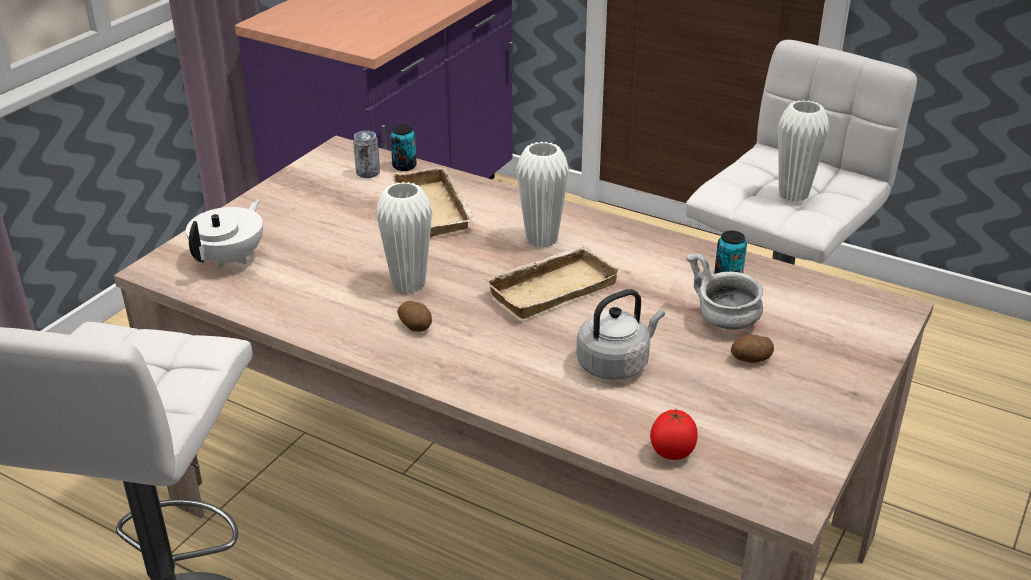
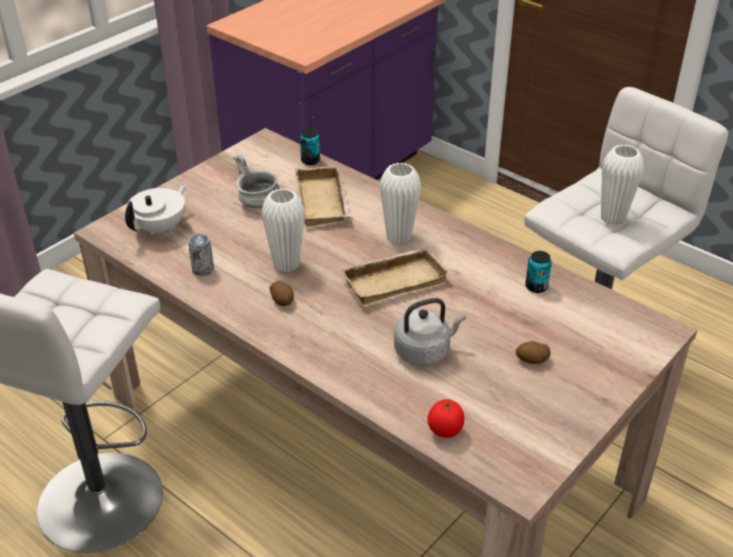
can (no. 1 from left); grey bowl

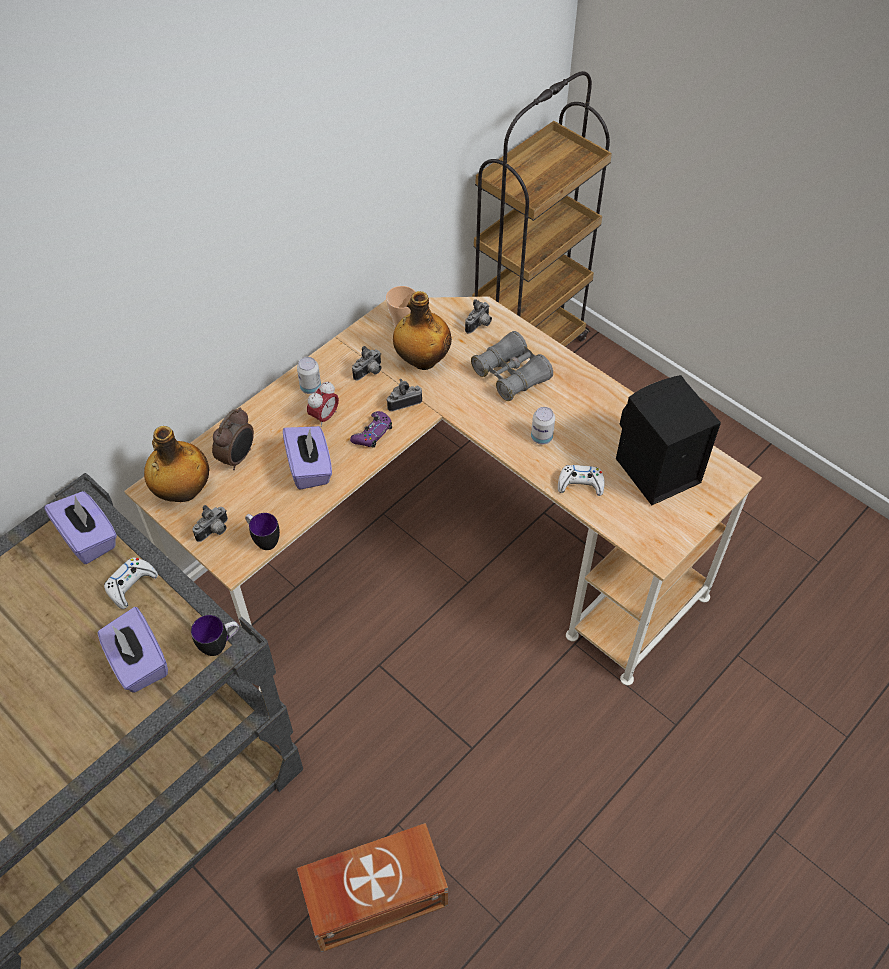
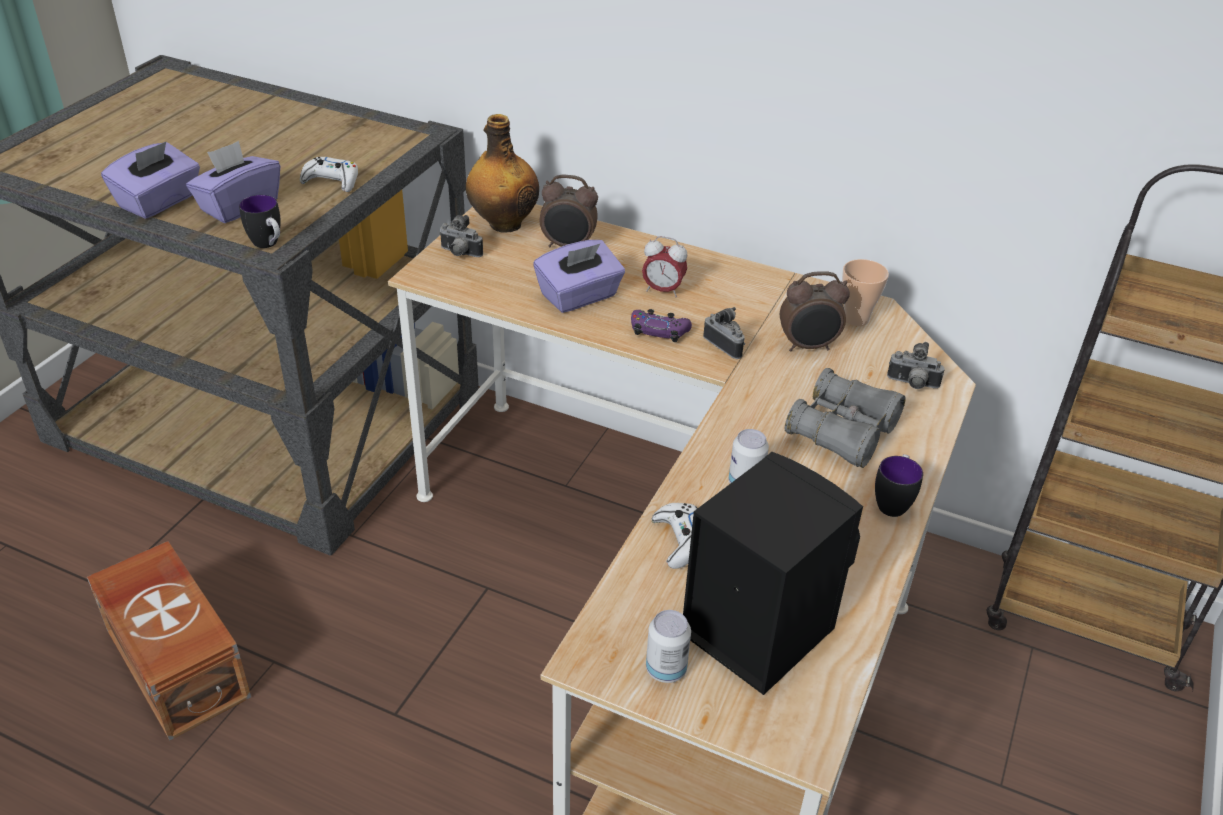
purple tissue box (no. 1 from left); mug (no. 2 from left); can (no. 1 from left); photo camera (no. 2 from left in the first image); alarm clock (no. 3 from left)

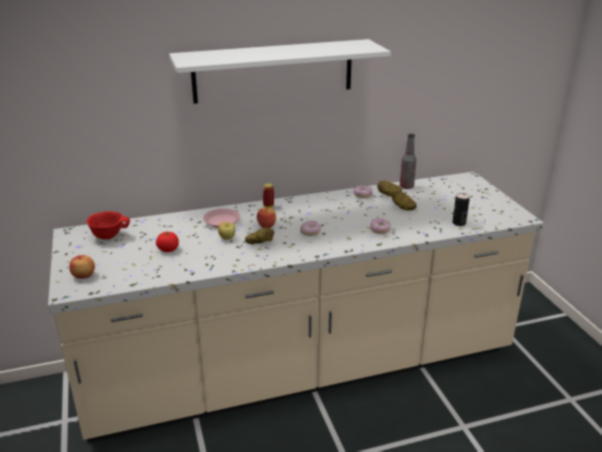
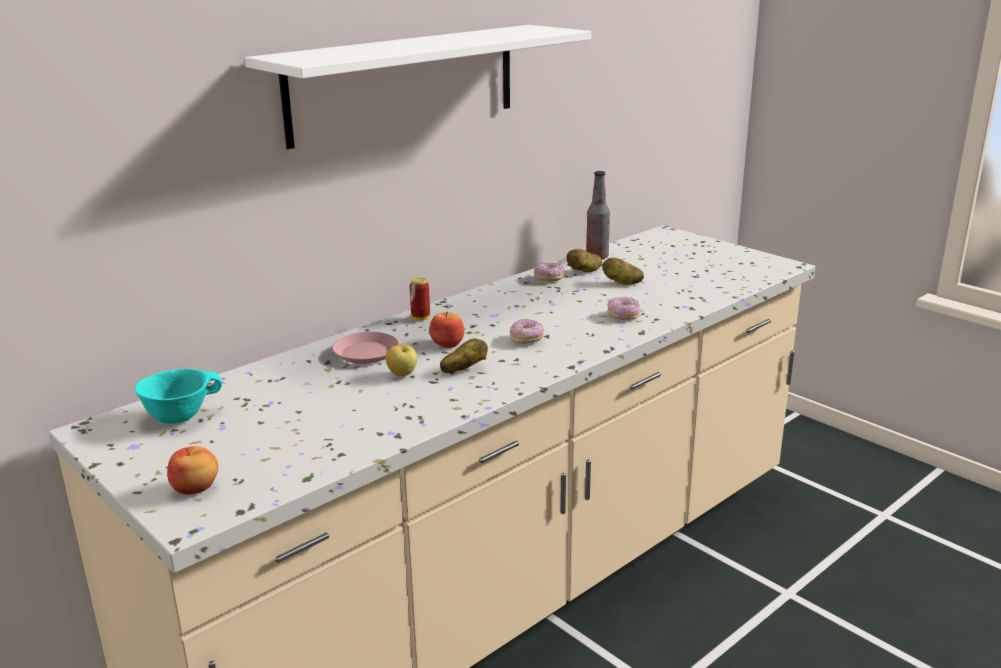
turquoise bowl; tomato; can (no. 2 from left in the first image)

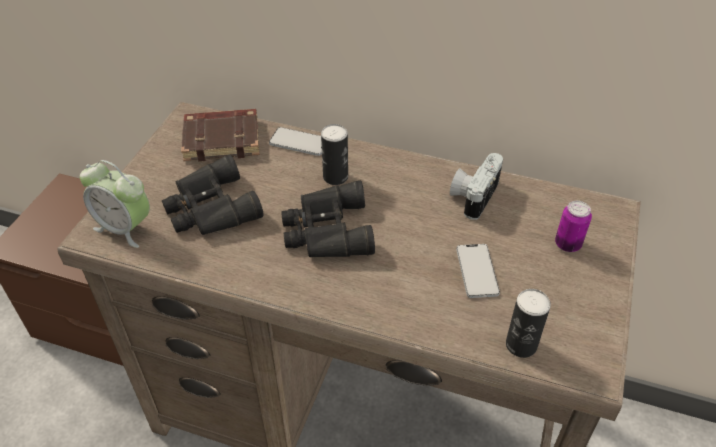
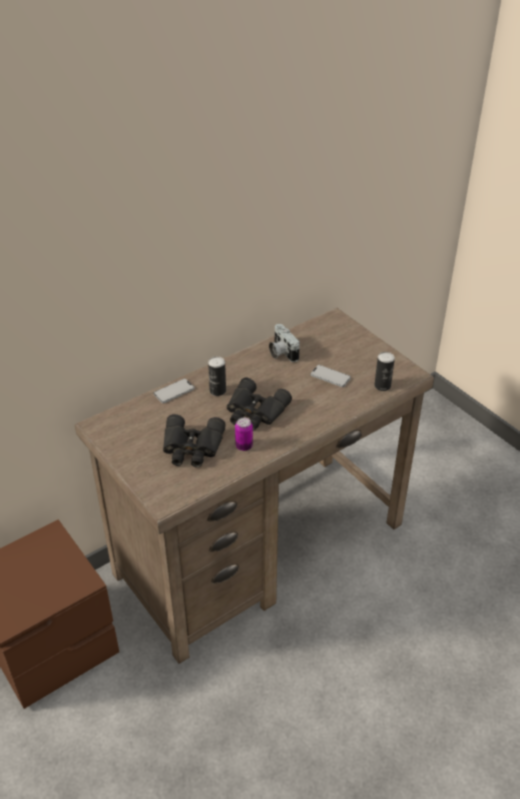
alarm clock; brown book; can (no. 2 from left)

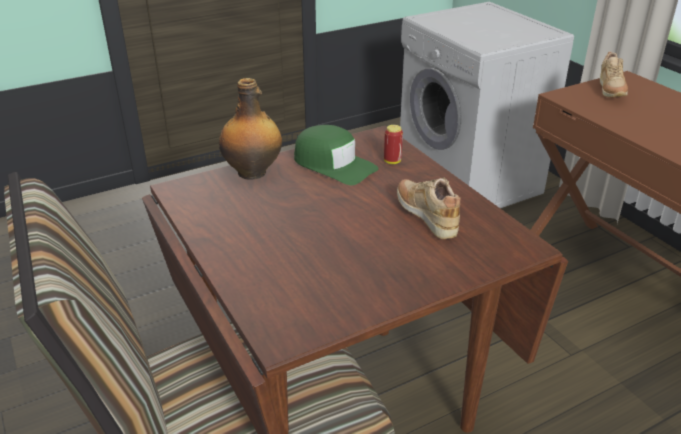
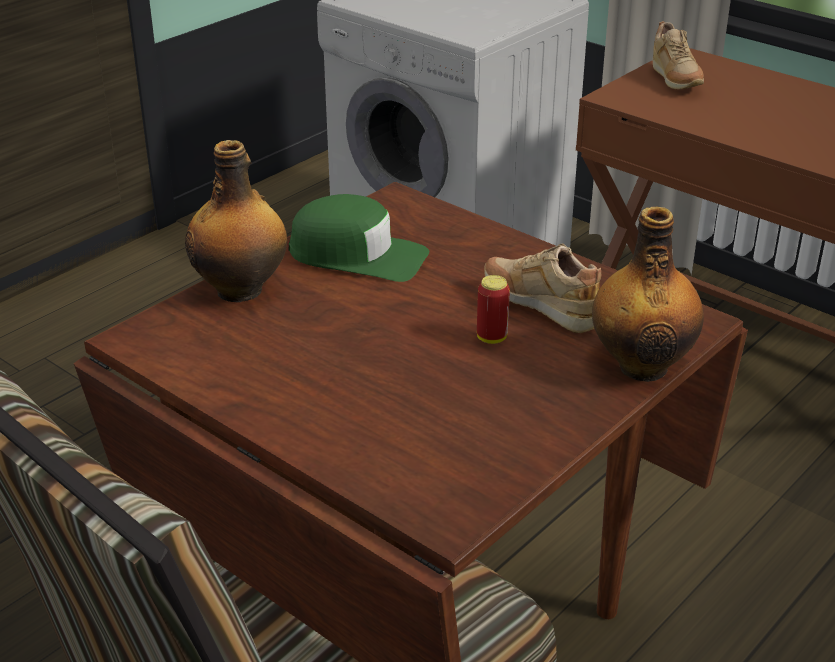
can; bottle (no. 2 from left)

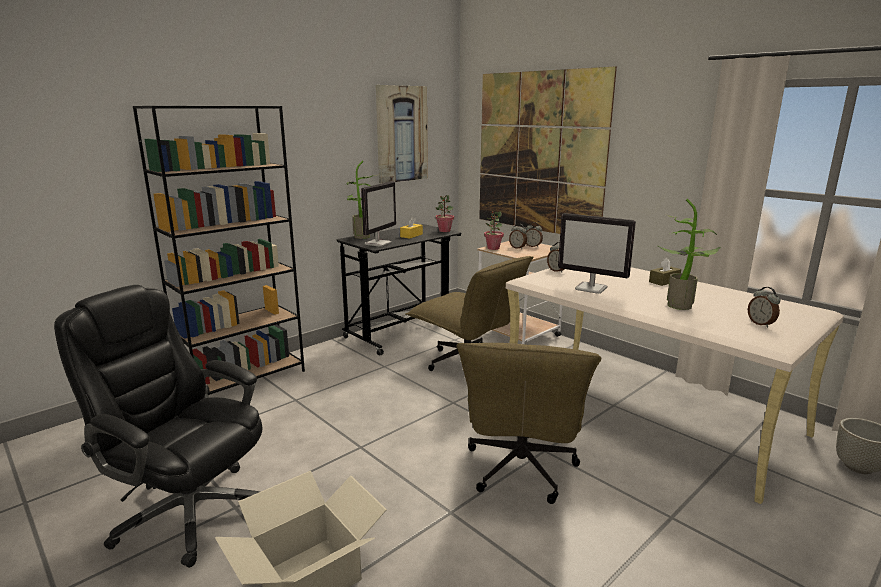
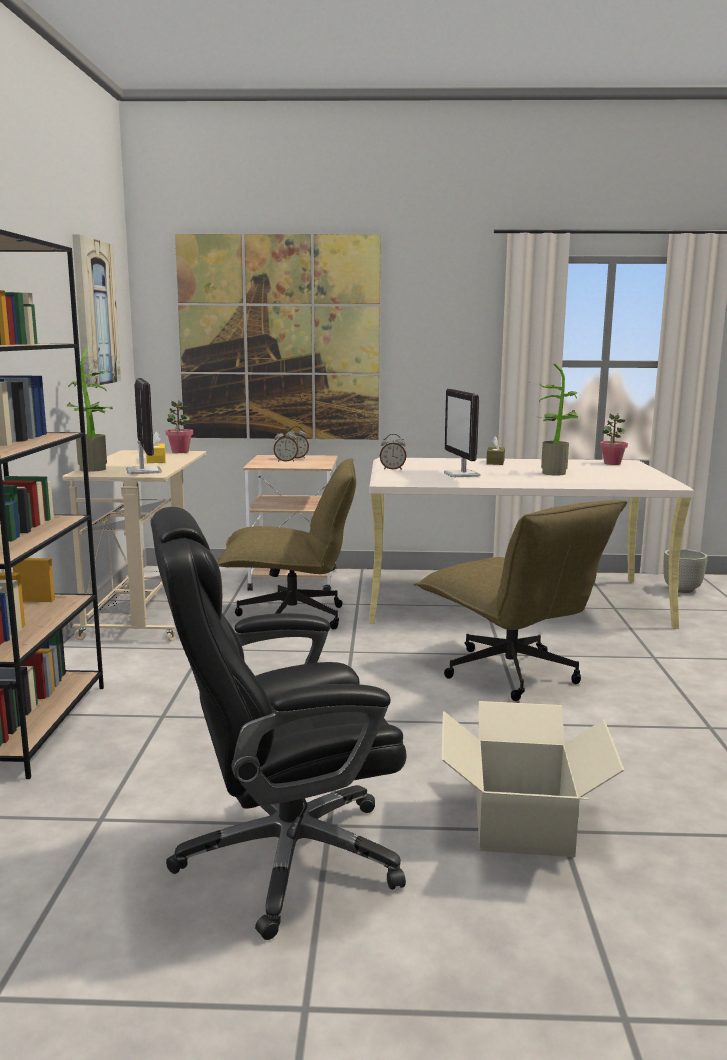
beige desk (no. 1 from left); potted plant (no. 4 from left); monitor (no. 2 from left); alarm clock (no. 4 from left in the first image)

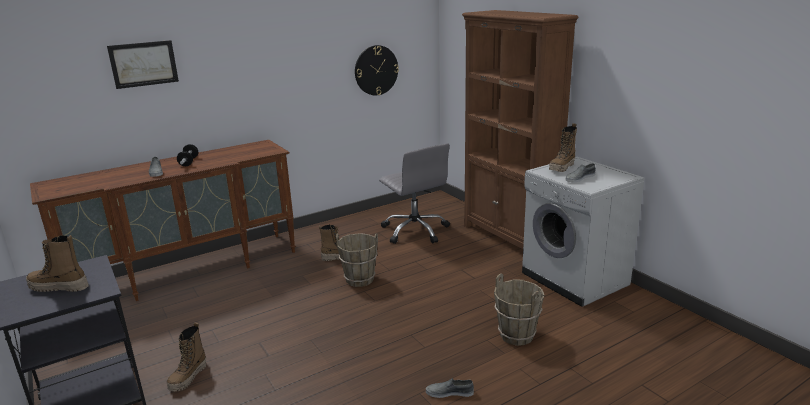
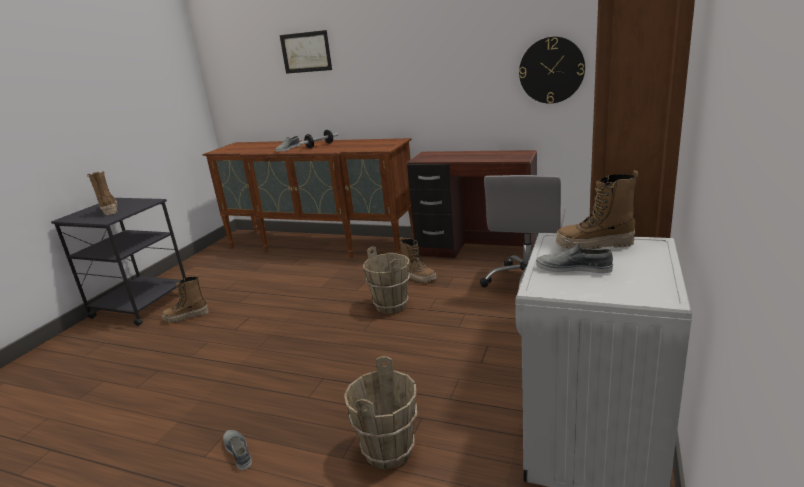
brown desk

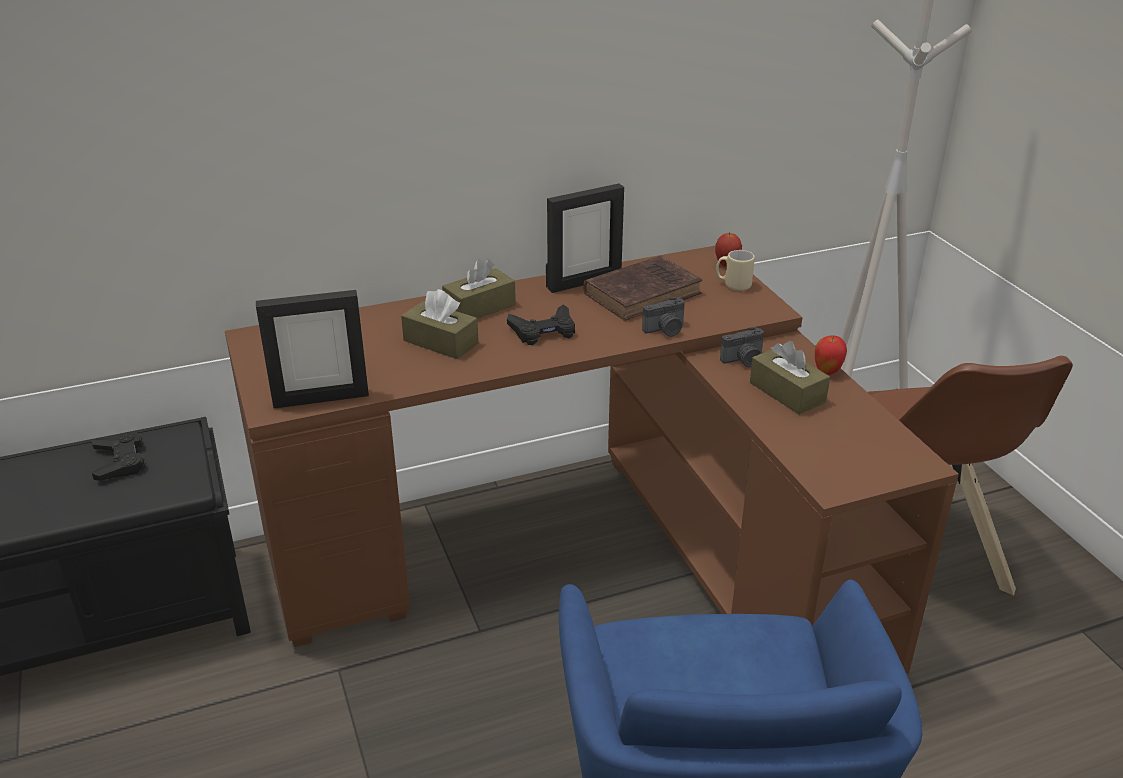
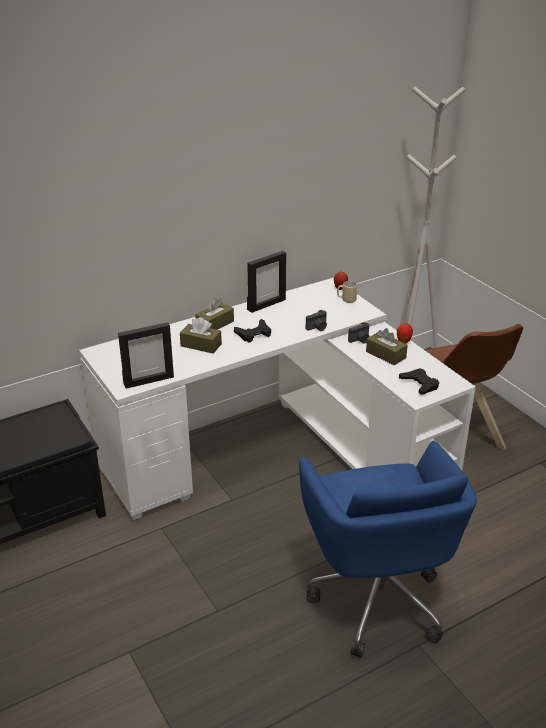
black game controller (no. 2 from left); white desk; brown book

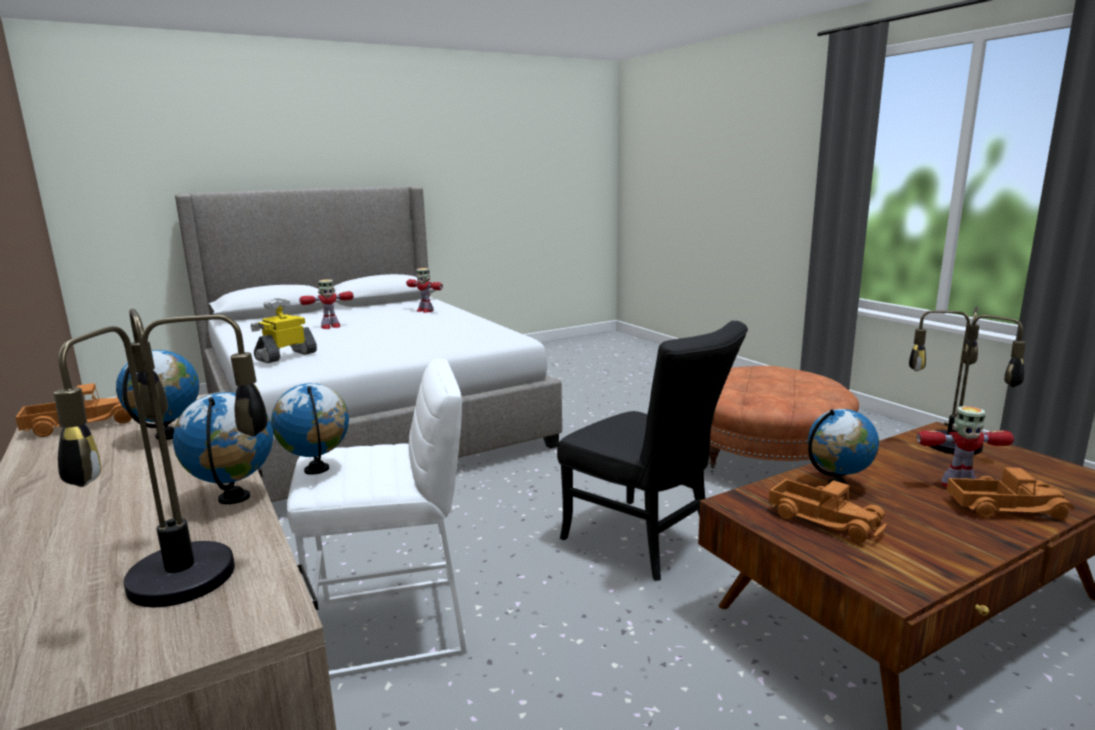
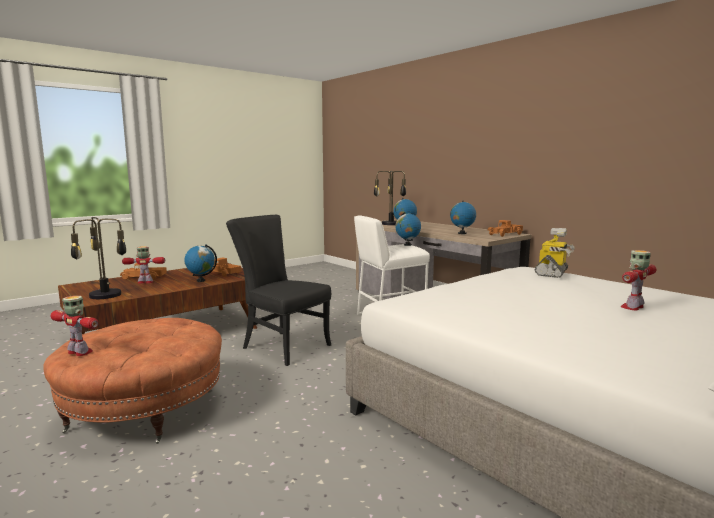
toy robot (no. 1 from left)

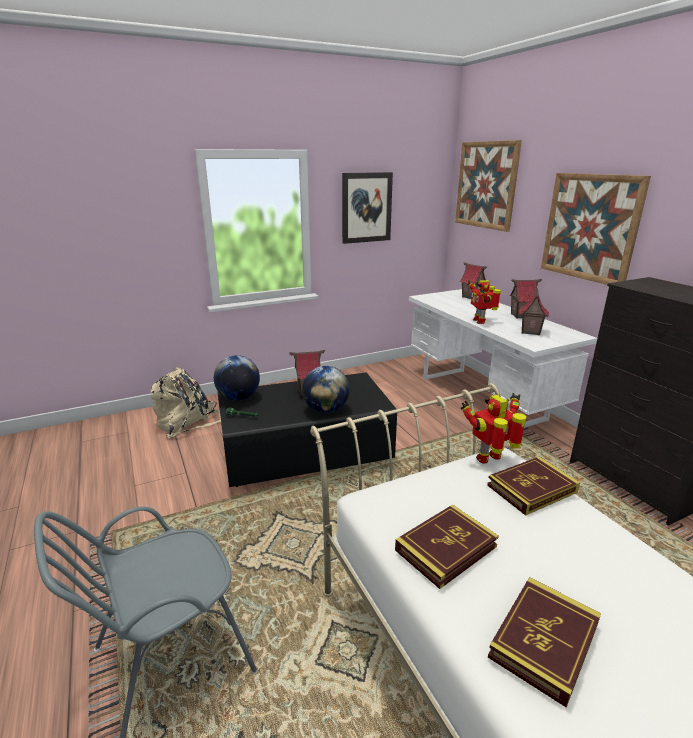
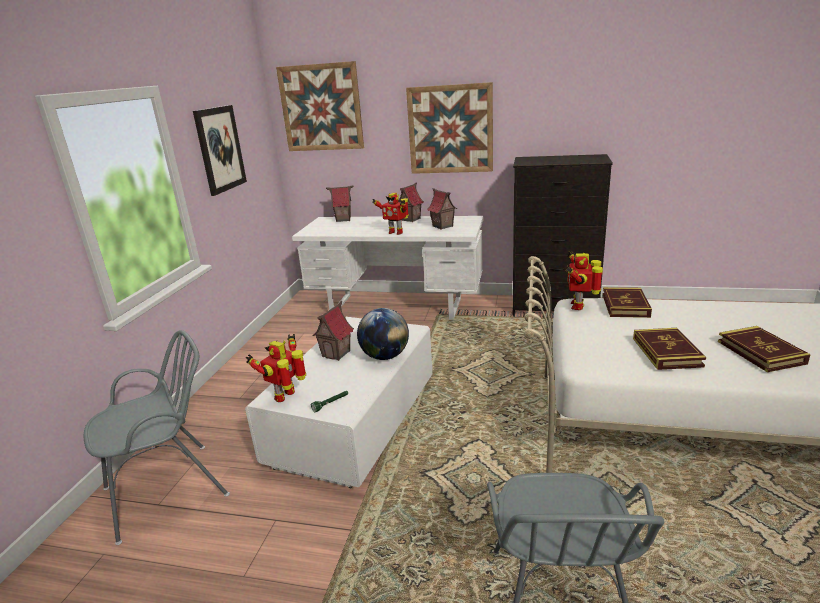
grey chair (no. 1 from left); toy robot (no. 1 from left); white coffee table

